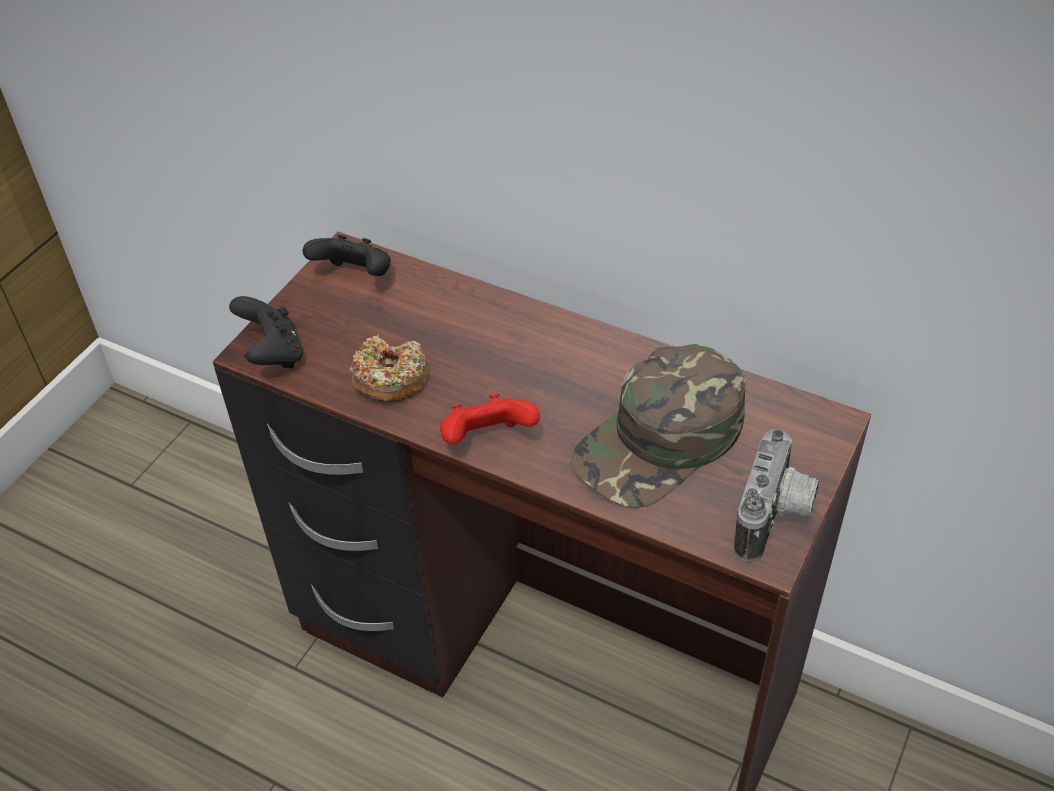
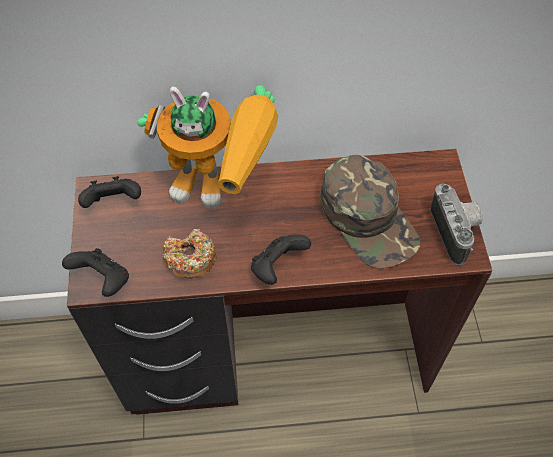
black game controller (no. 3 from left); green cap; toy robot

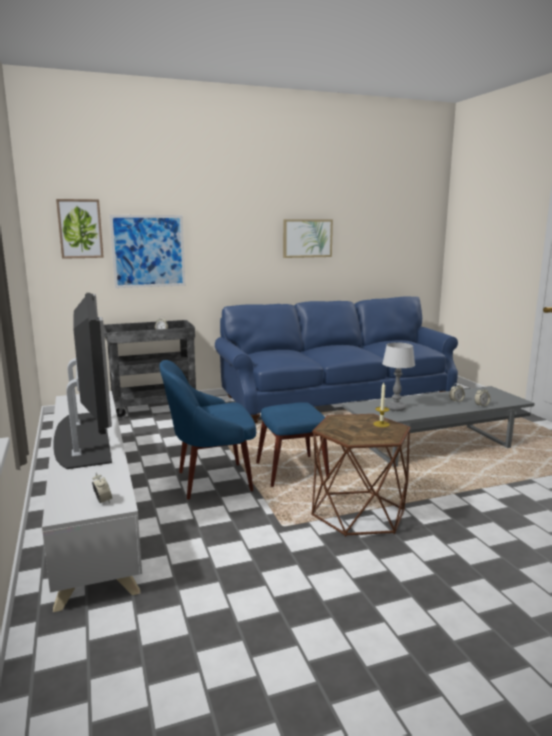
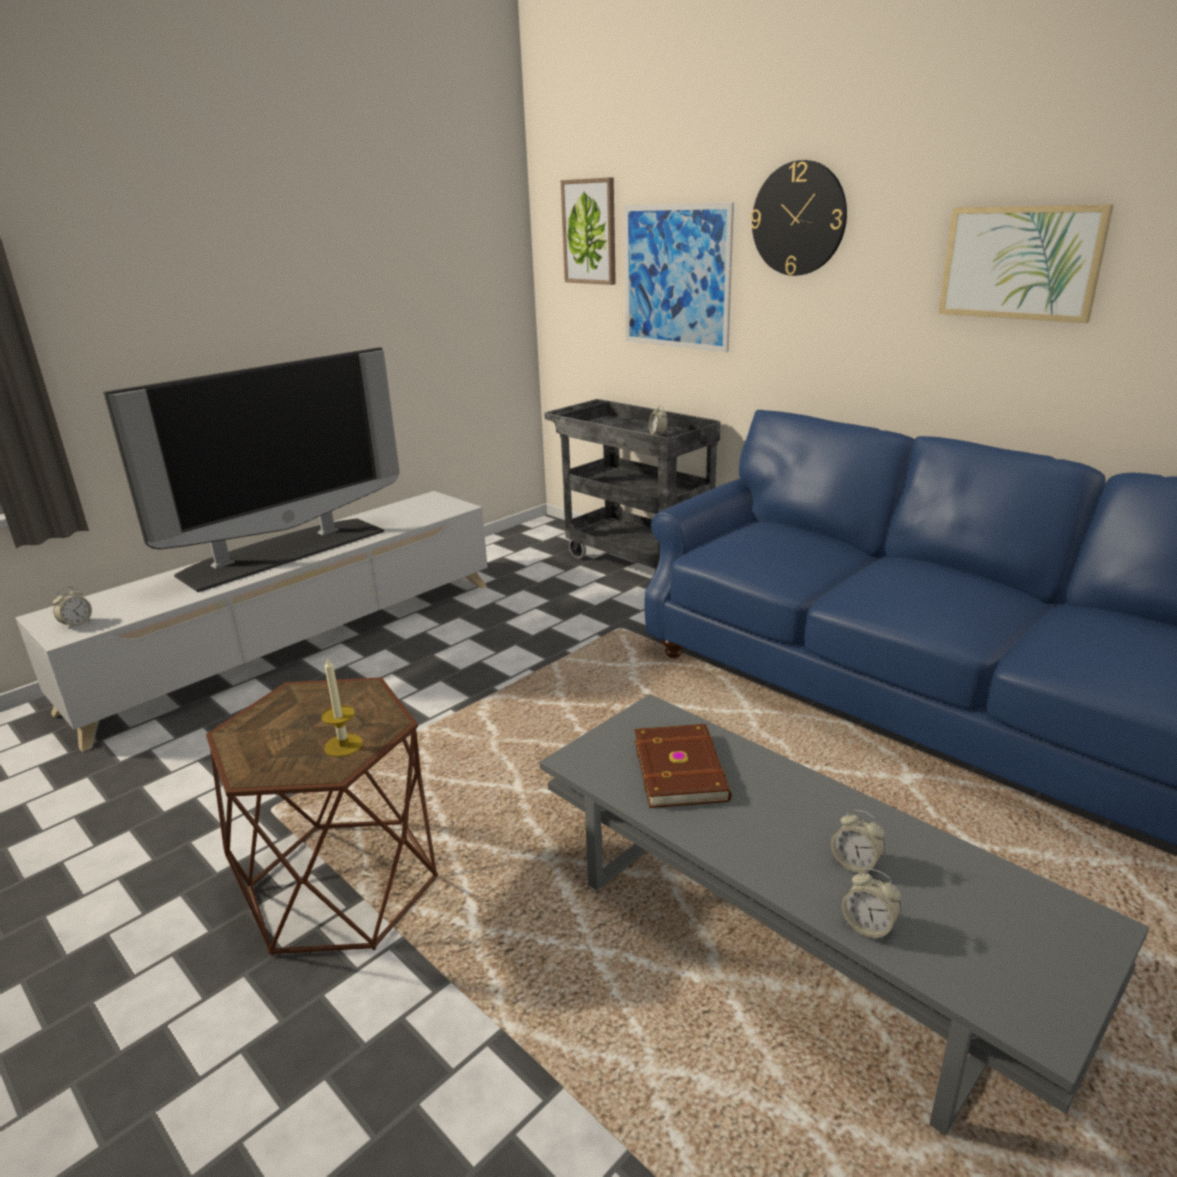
blue armchair; brown book; wall clock

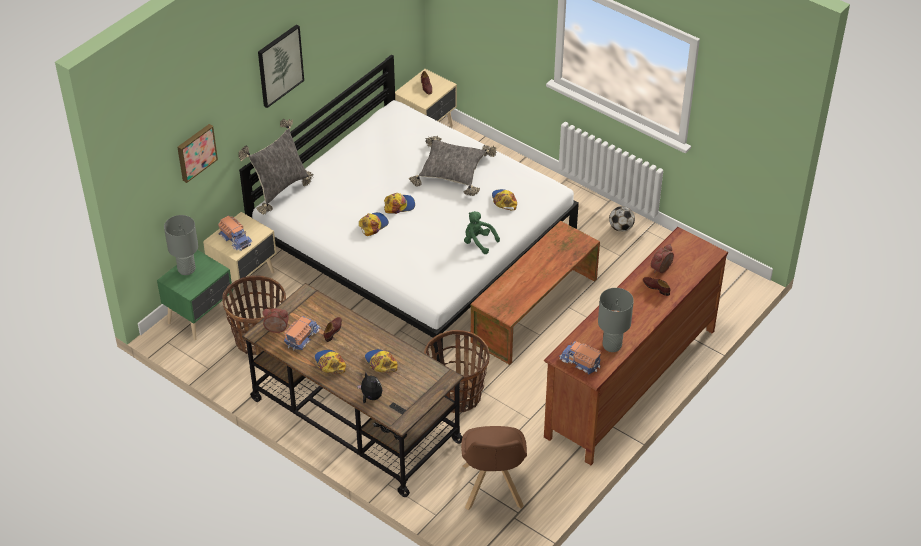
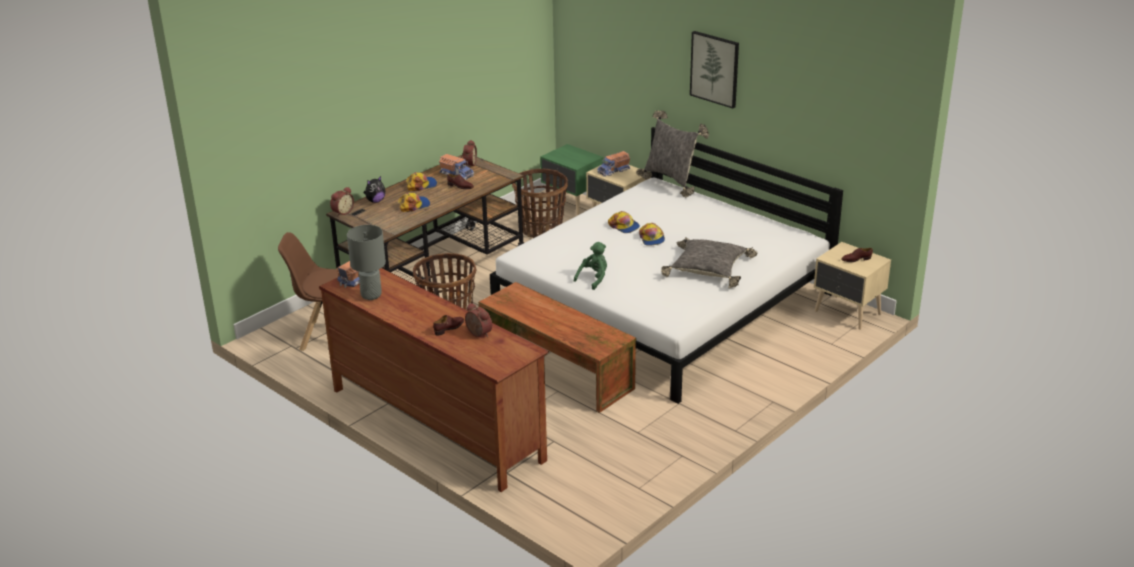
grey table lamp (no. 1 from left in the first image); picture (no. 1 from left in the first image); cap (no. 5 from left in the first image); football; alarm clock (no. 1 from left)

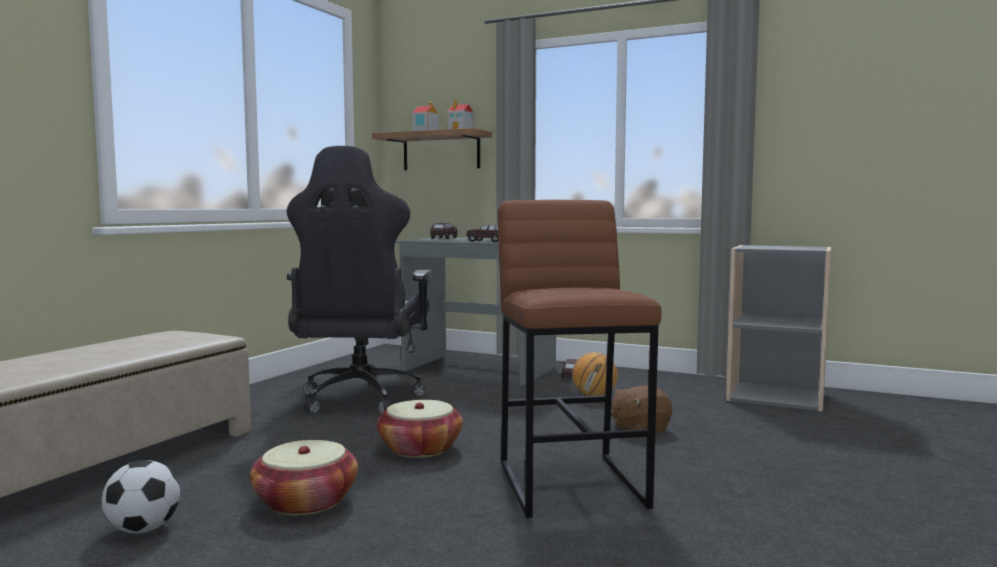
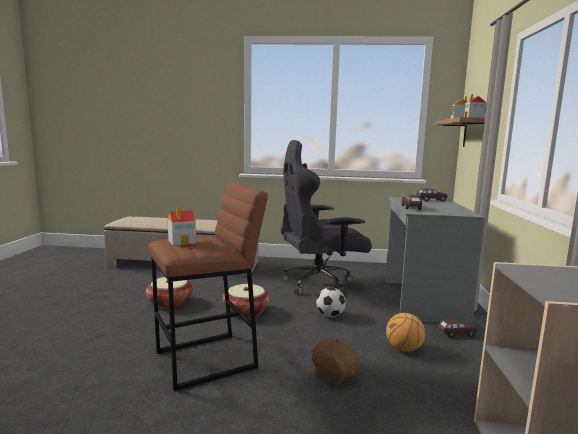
football; toy house (no. 1 from left)

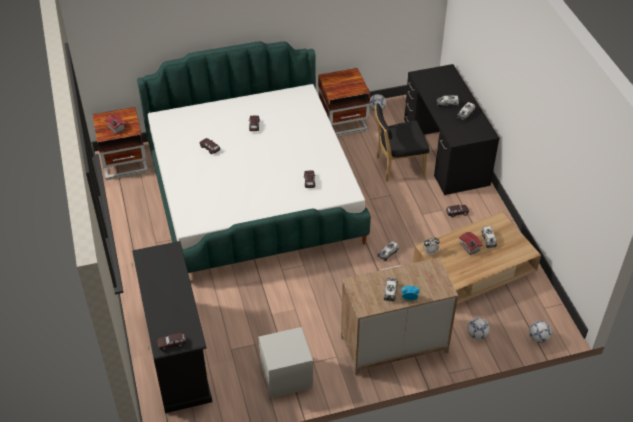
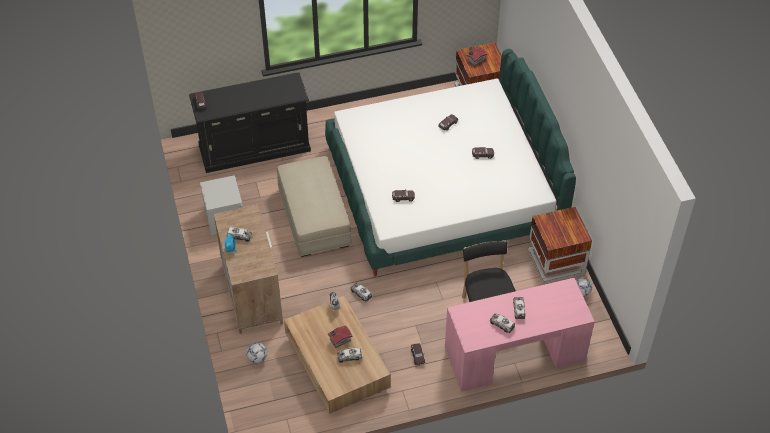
pink desk; football (no. 3 from left in the first image); beige ottoman

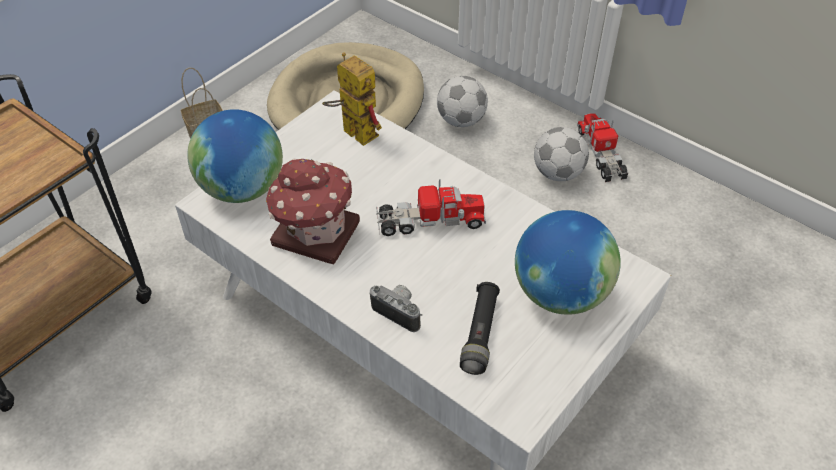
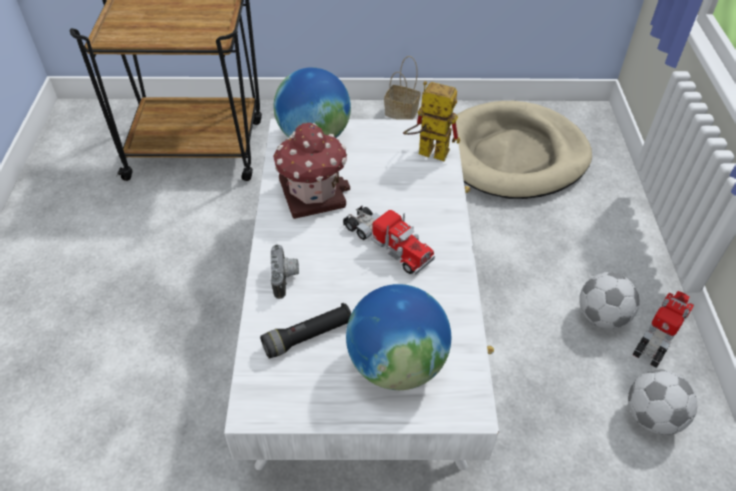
toy robot; football (no. 2 from left)

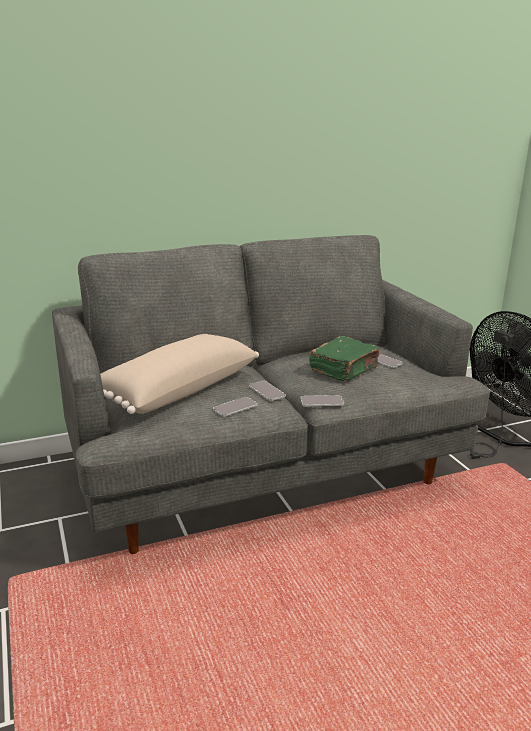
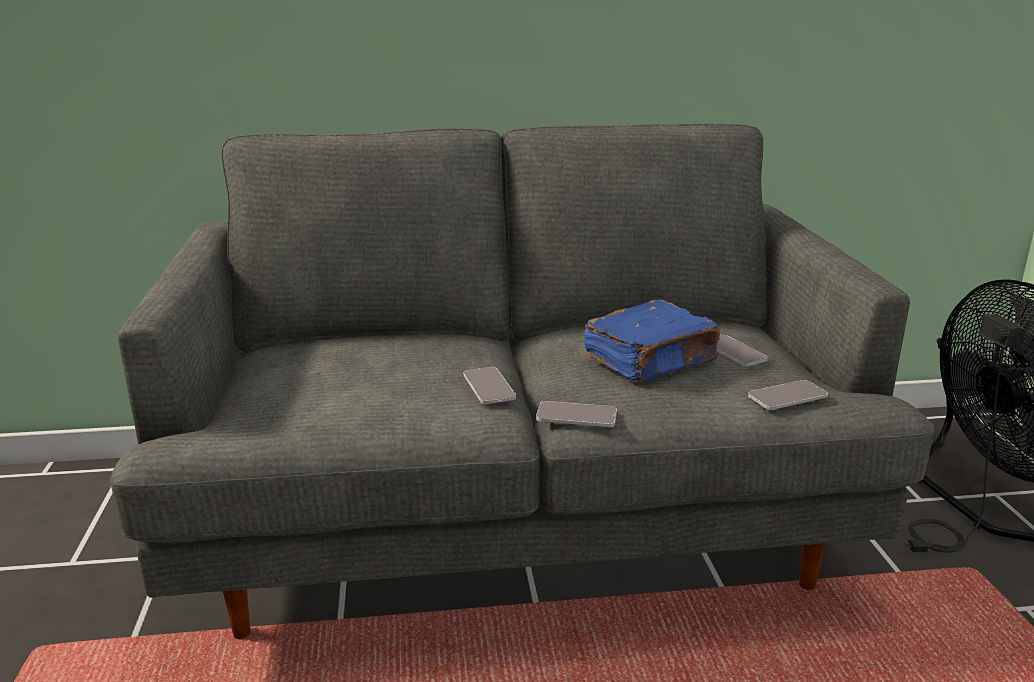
beige pillow; phone (no. 4 from left); blue book

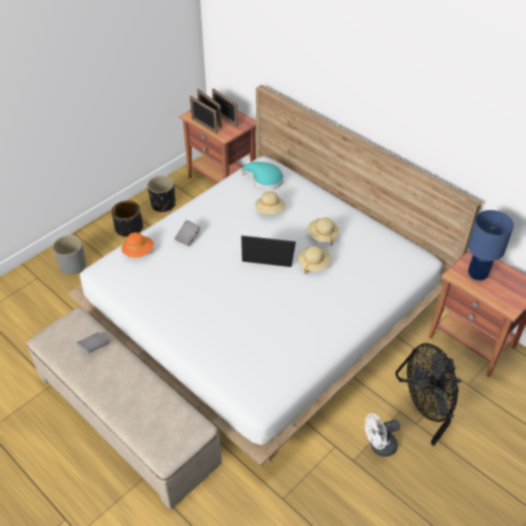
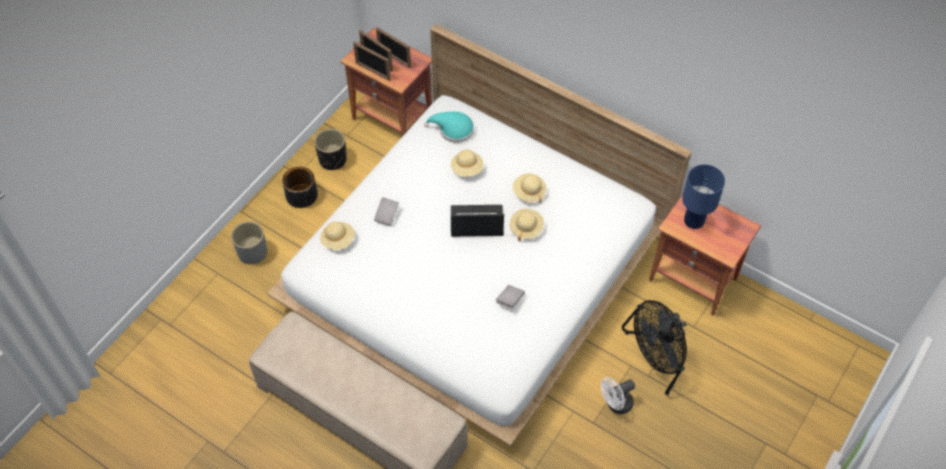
grey book (no. 2 from left); beige hat (no. 1 from left)

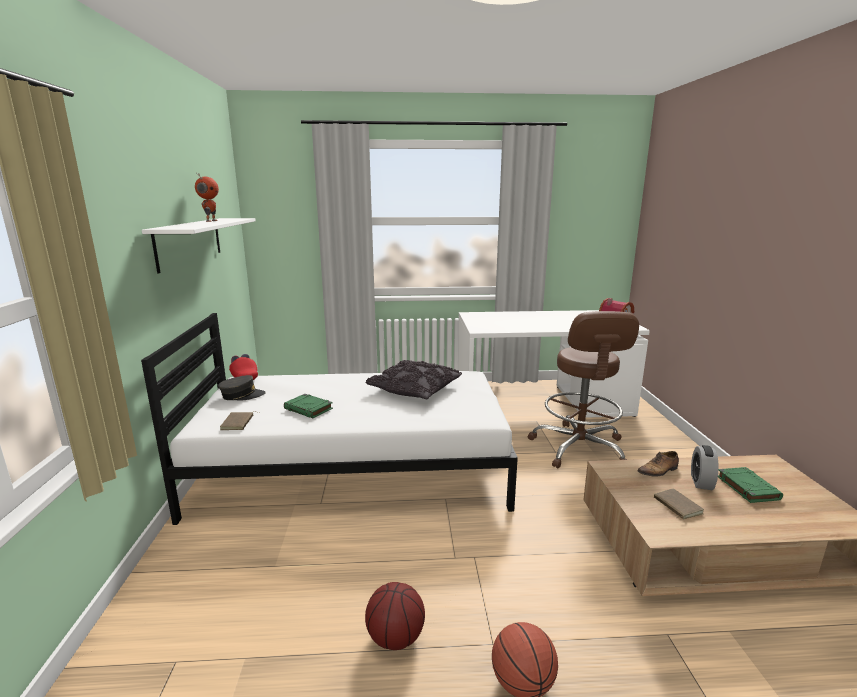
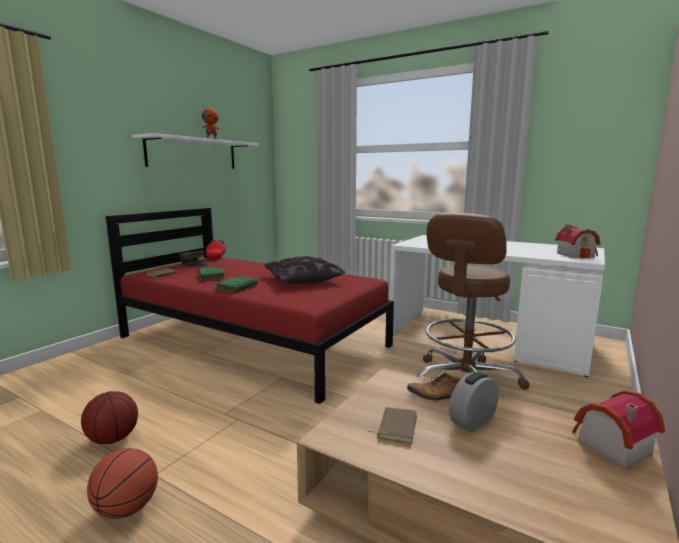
red bed; green book (no. 2 from left); toy house (no. 2 from left)

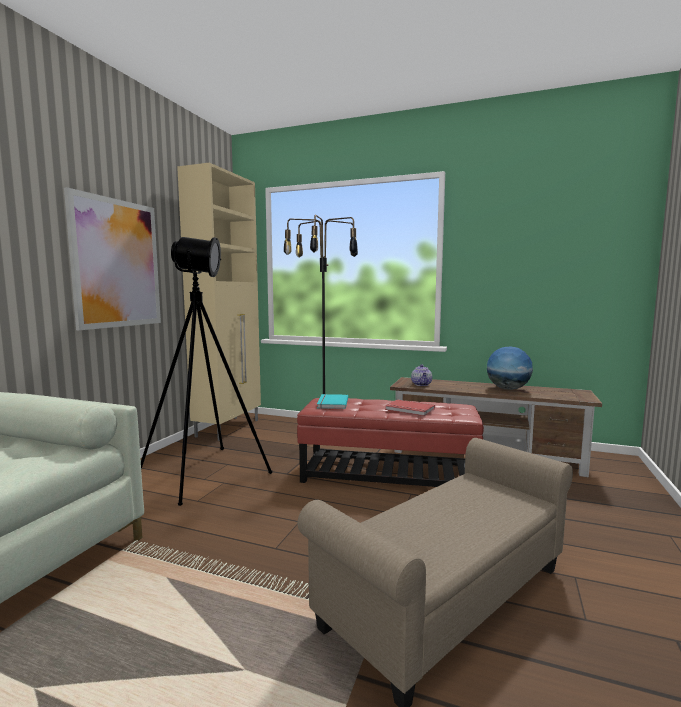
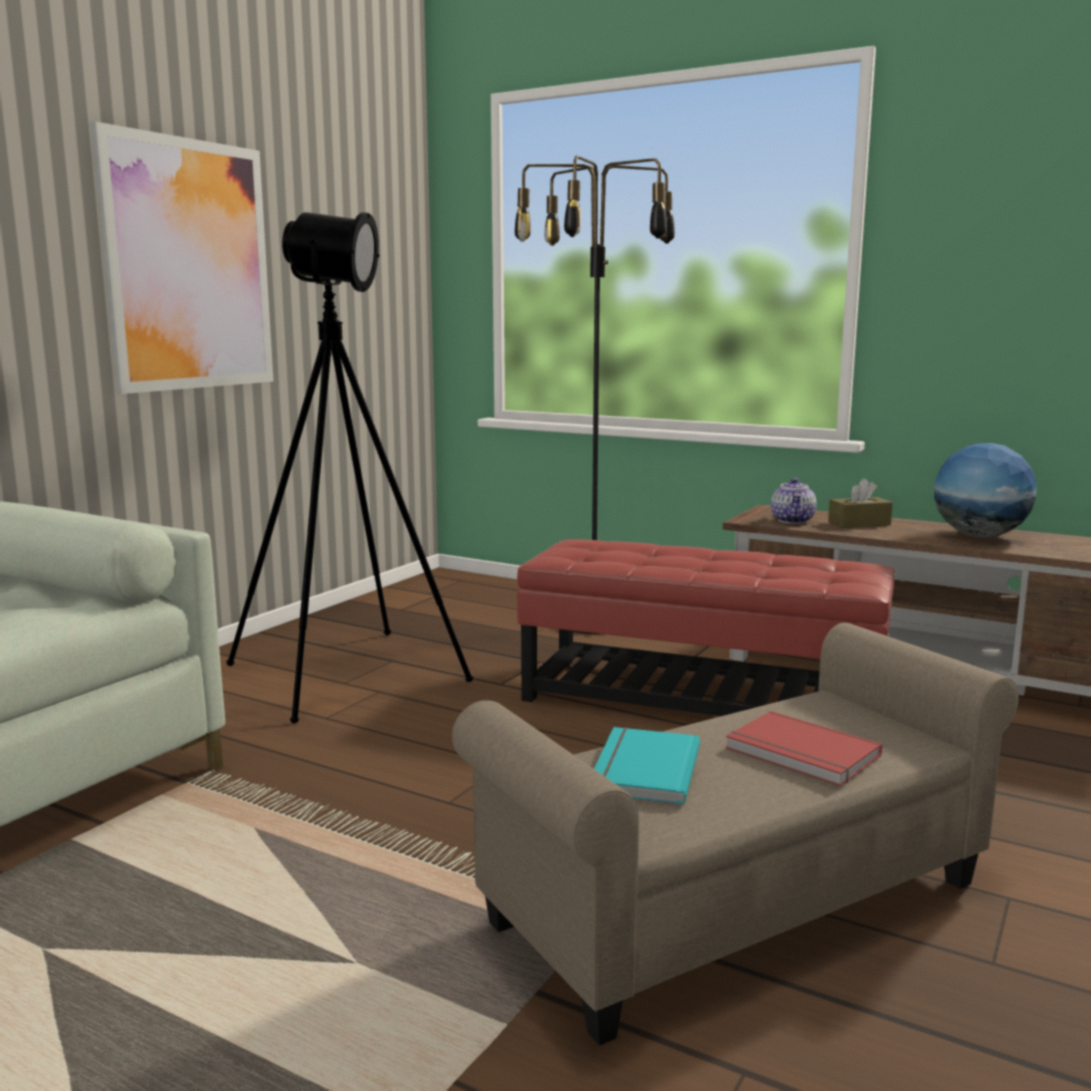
beige cabinet; turquoise book; red book; brown tissue box

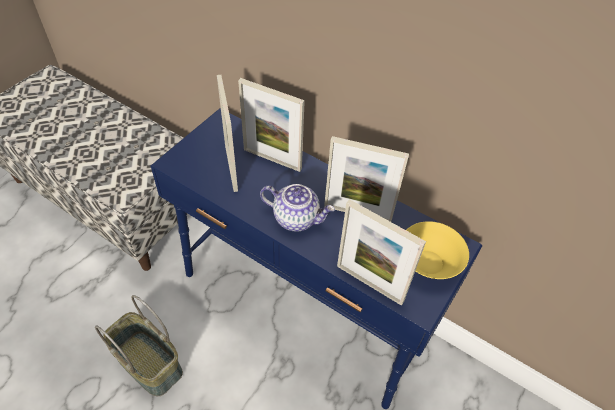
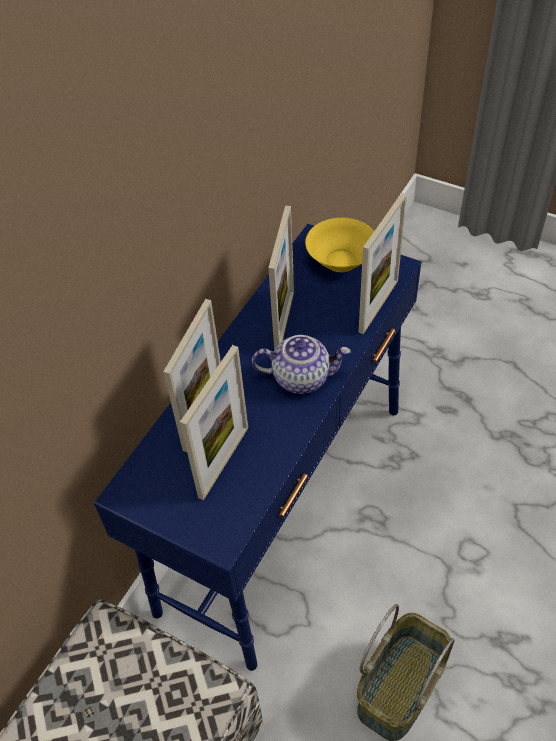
picture frame (no. 2 from left); teapot

